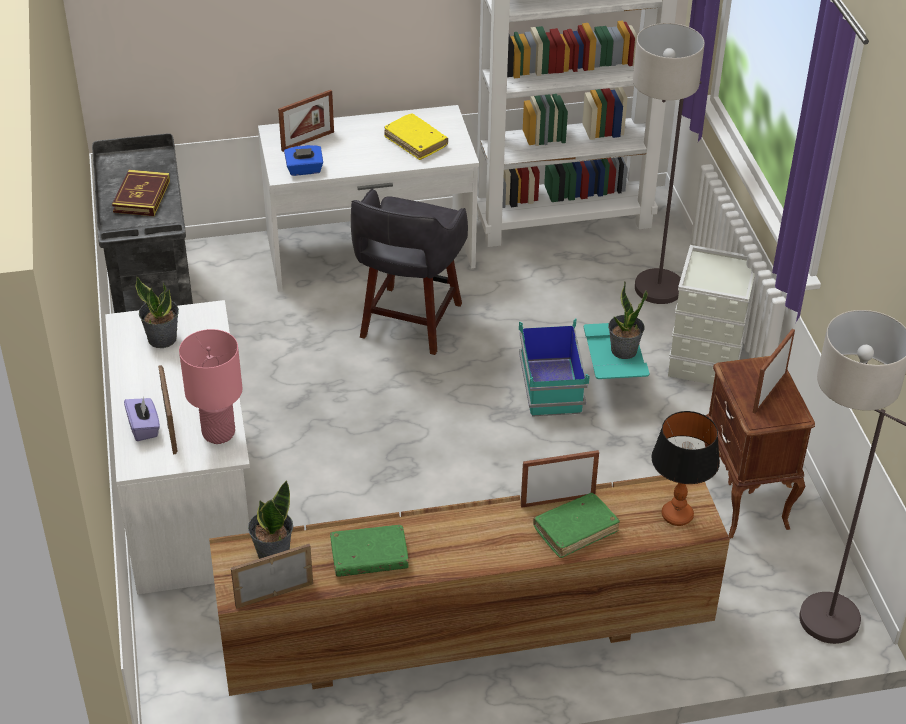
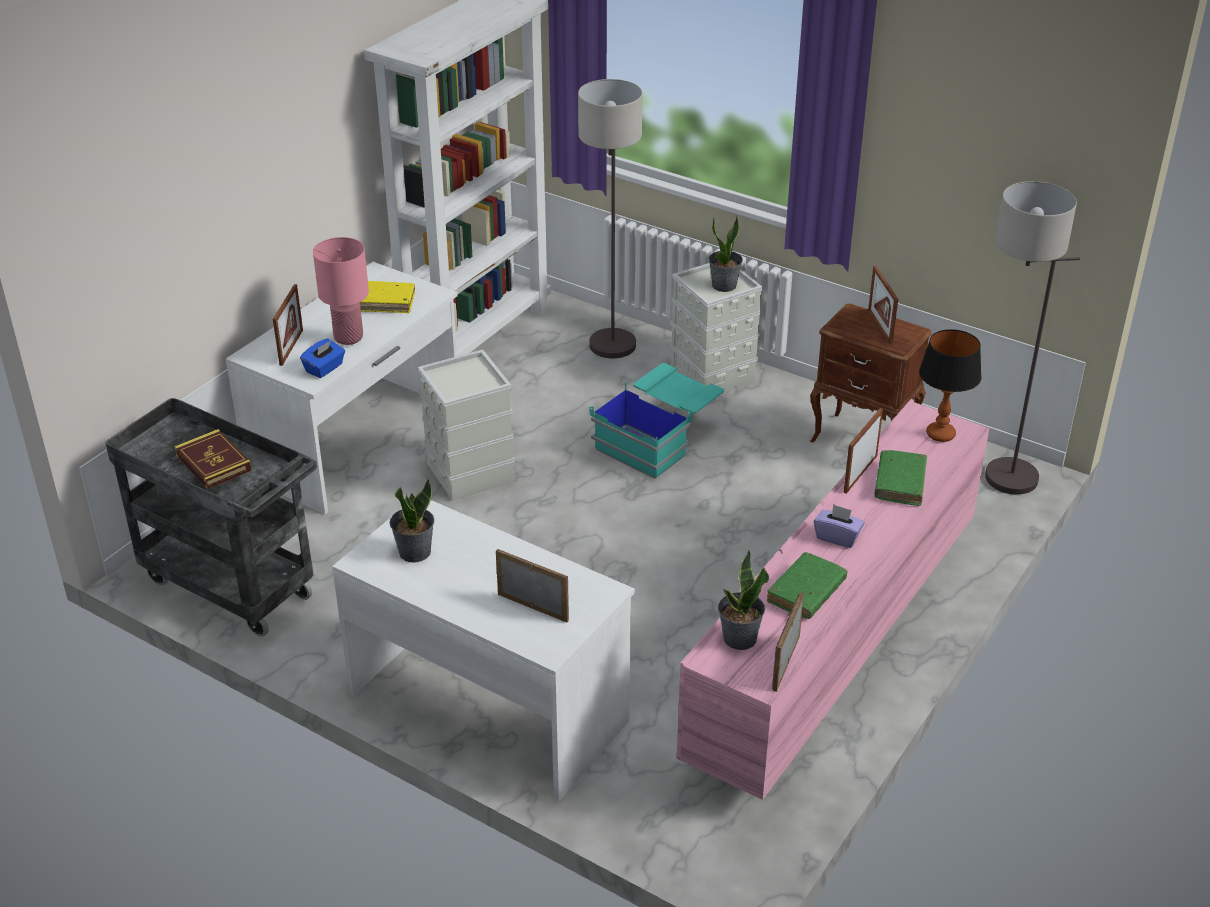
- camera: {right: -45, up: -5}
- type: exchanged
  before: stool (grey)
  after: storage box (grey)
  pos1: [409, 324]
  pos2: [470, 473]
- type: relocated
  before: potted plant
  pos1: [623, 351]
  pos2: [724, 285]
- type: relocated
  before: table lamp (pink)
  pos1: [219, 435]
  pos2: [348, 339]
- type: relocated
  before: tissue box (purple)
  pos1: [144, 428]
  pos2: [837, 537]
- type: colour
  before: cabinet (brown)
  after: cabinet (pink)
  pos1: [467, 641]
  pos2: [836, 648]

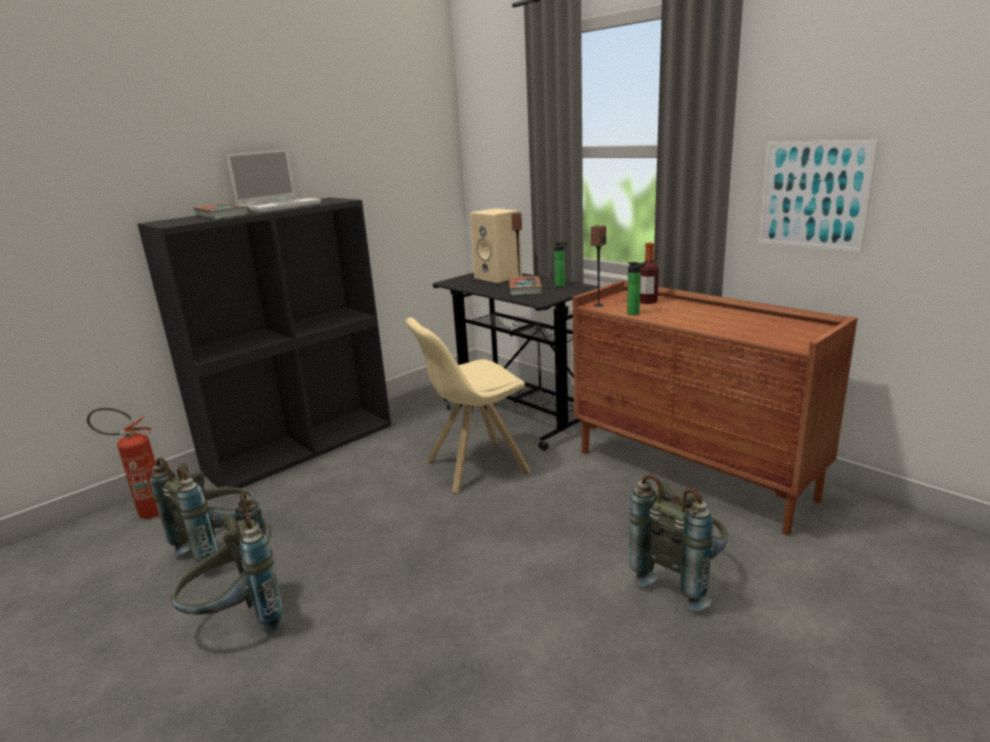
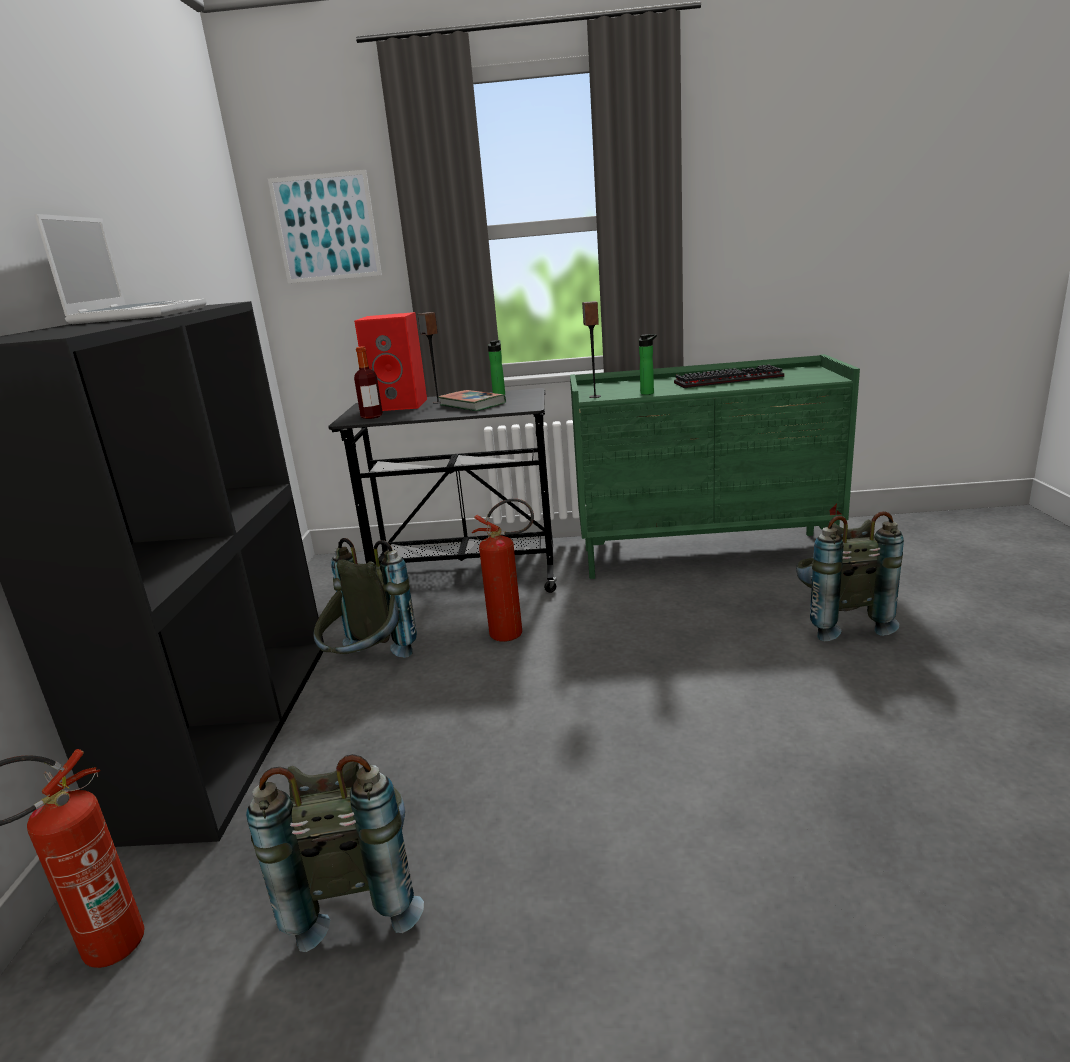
- camera: {right: -45, up: 0}
- type: relocated
  before: picture
  pos1: [813, 195]
  pos2: [326, 228]
- type: missing
  before: book
  pos1: [222, 215]
- type: colour
  before: speaker (beige)
  after: speaker (red)
  pos1: [499, 277]
  pos2: [400, 405]
- type: relocated
  before: bottle
  pos1: [647, 302]
  pos2: [372, 416]
- type: colour
  before: cabinet (brown)
  after: cabinet (green)
  pos1: [692, 475]
  pos2: [706, 555]
- type: exchanged
  before: chair (beige)
  after: fire extinguisher
  pos1: [476, 466]
  pos2: [514, 635]
- type: relocated
  before: backpack (grey)
  pos1: [239, 620]
  pos2: [368, 667]
- type: appeared
  after: keyboard
  pos2: [729, 380]

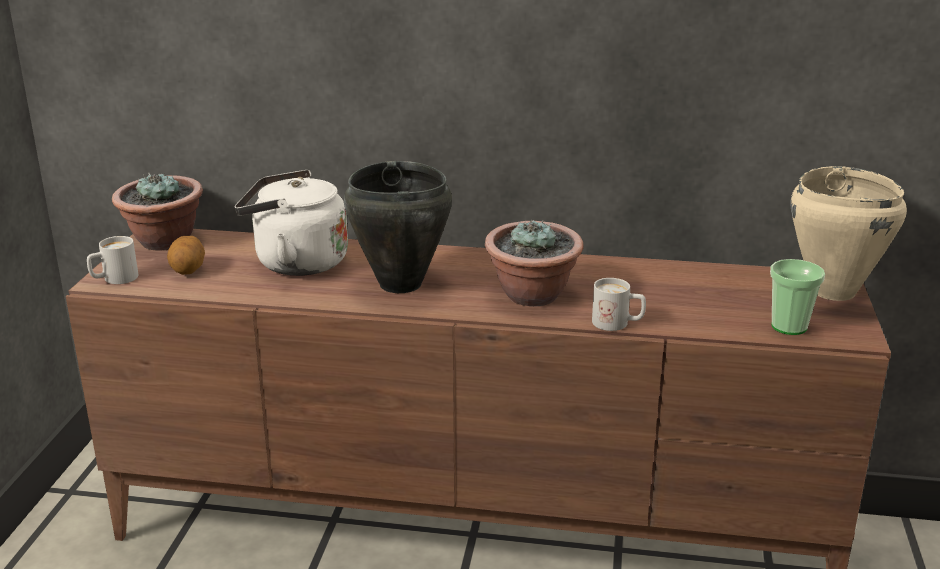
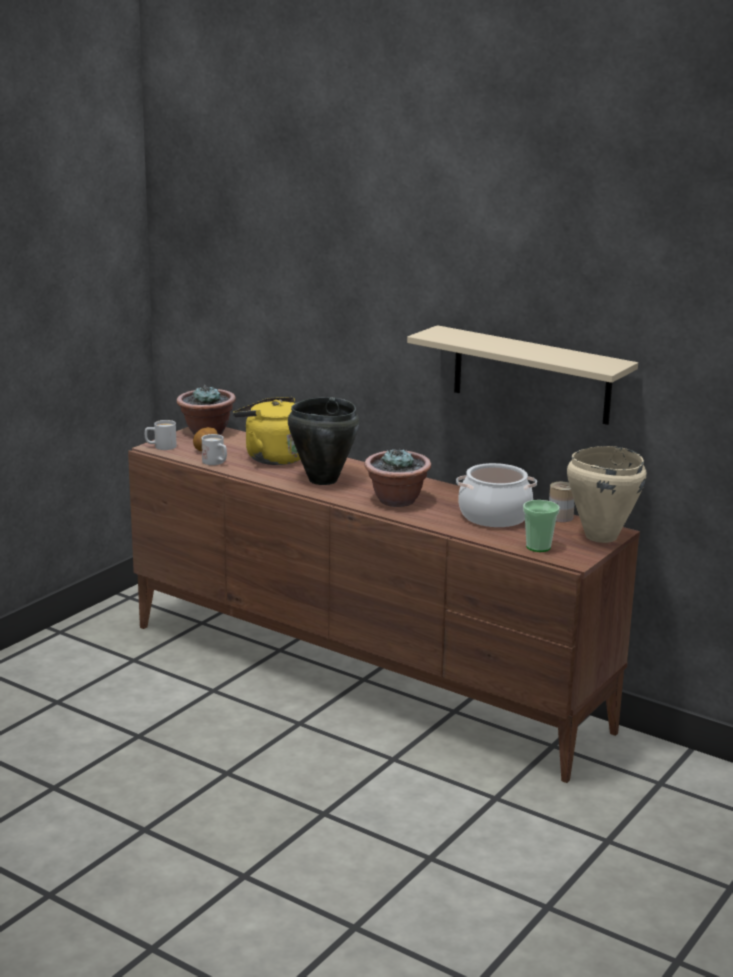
- camera: {right: 25, up: -5}
- type: colour
  before: kettle (white)
  after: kettle (yellow)
  pos1: [295, 263]
  pos2: [272, 457]
- type: relocated
  before: mug (white)
  pos1: [618, 324]
  pos2: [216, 463]
- type: appeared
  after: shelf (beige)
  pos2: [531, 375]
- type: appeared
  after: cooking pot
  pos2: [495, 516]
- type: appeared
  after: can
  pos2: [560, 517]

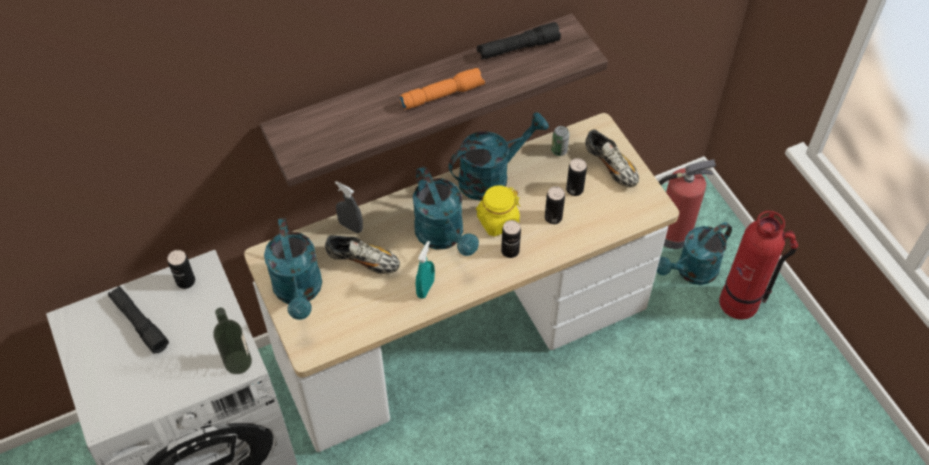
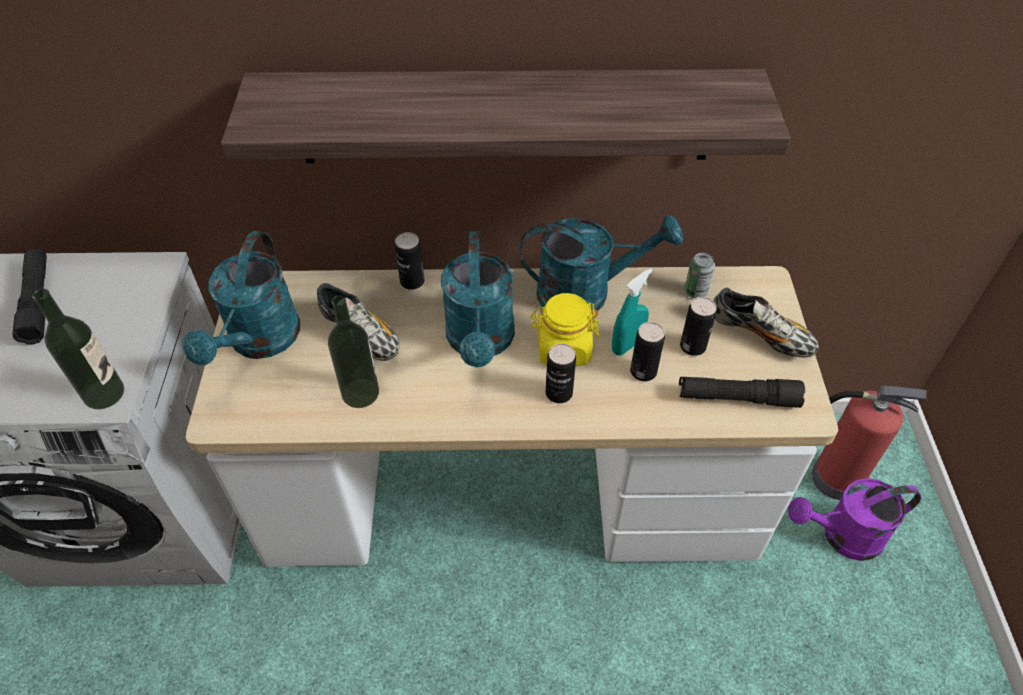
- camera: {right: 25, up: -5}
- type: relocated
  before: flashlight (black)
  pos1: [518, 48]
  pos2: [737, 398]
- type: missing
  before: flashlight (orange)
  pos1: [442, 94]
- type: spun
  before: shoe
  pos1: [611, 166]
  pos2: [760, 335]
  turn: -45
- type: missing
  before: spray bottle (grey)
  pos1: [351, 226]
- type: missing
  before: fire extinguisher
  pos1: [740, 303]
- type: colour
  before: watering can (turquoise)
  after: watering can (purple)
  pos1: [691, 272]
  pos2: [842, 536]
- type: relocated
  before: spray bottle (turquoise)
  pos1: [425, 288]
  pos2: [627, 345]
- type: relocated
  before: can
  pos1: [186, 281]
  pos2: [412, 281]
- type: appeared
  after: bottle
  pos2: [360, 393]

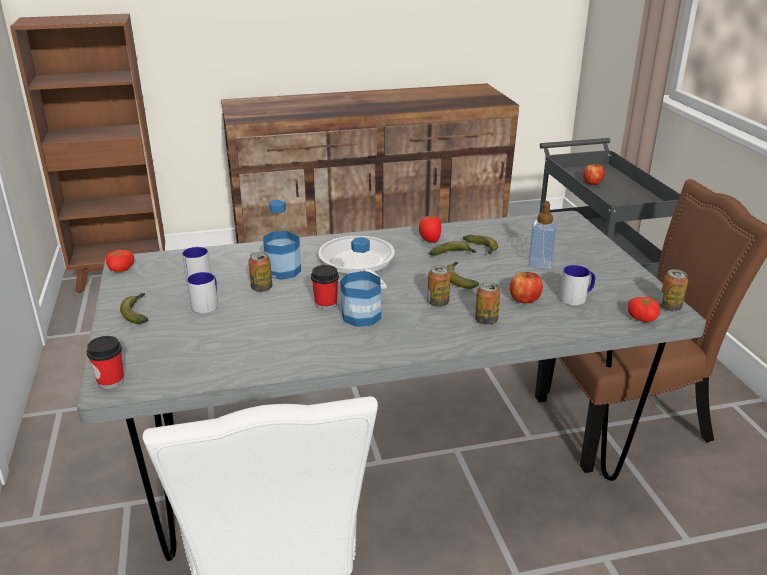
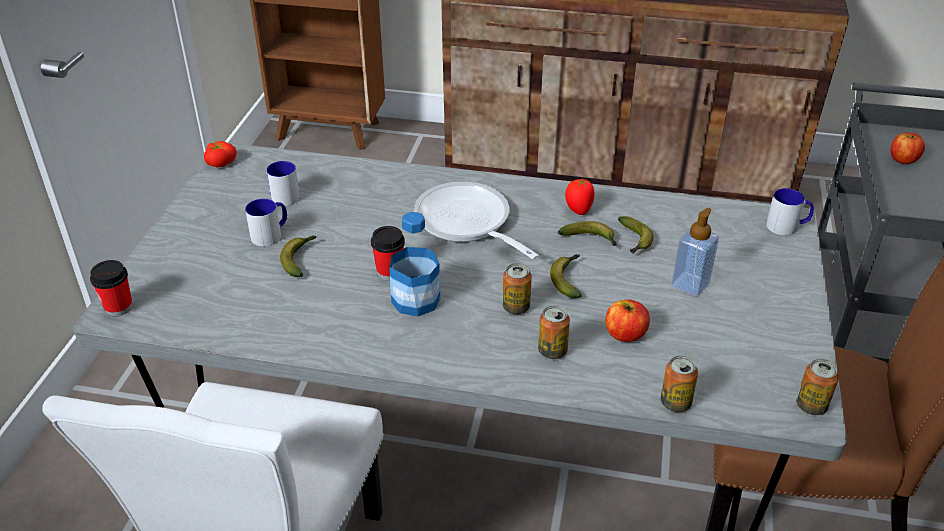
- camera: {right: 25, up: 10}
- type: missing
  before: bottle
  pos1: [283, 271]
- type: spun
  before: frying pan
  pos1: [358, 264]
  pos2: [467, 223]
  turn: -45
- type: relocated
  before: can
  pos1: [261, 288]
  pos2: [675, 403]
- type: relocated
  before: mug
  pos1: [577, 298]
  pos2: [787, 226]
- type: relocated
  before: banana
  pos1: [137, 312]
  pos2: [299, 259]
- type: missing
  before: tomato
  pos1: [643, 317]

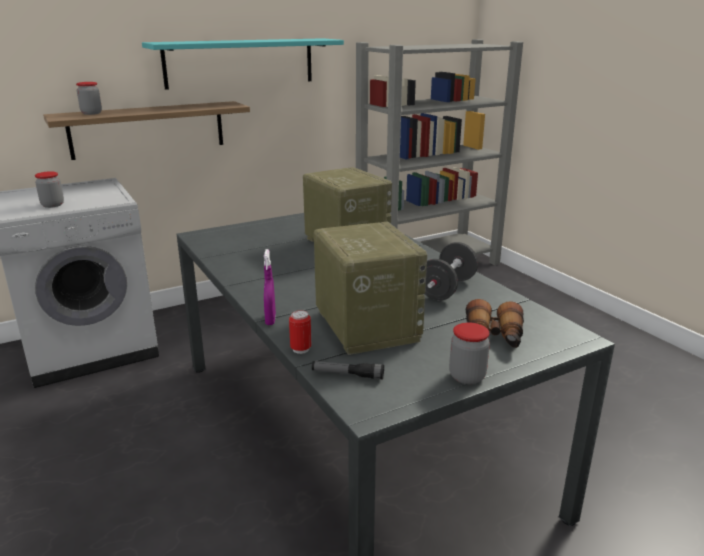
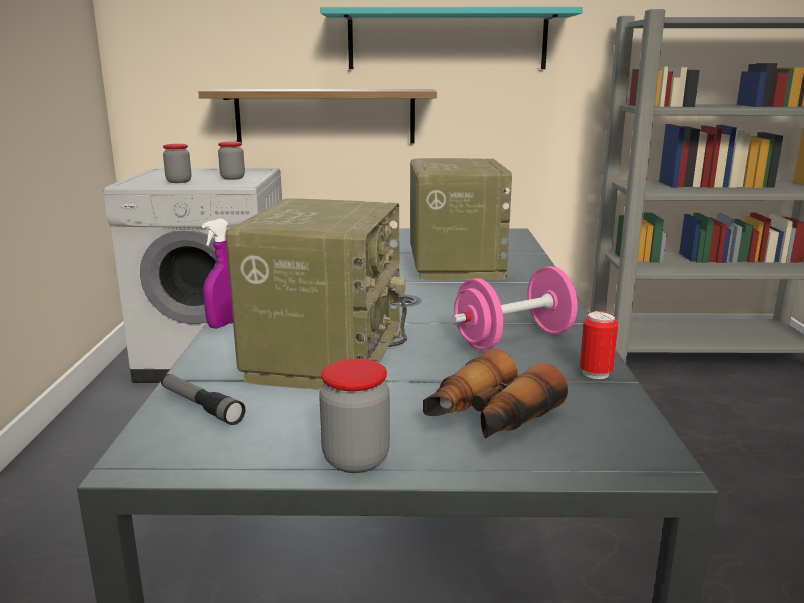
- camera: {right: 30, up: -5}
- type: relocated
  before: jar
  pos1: [91, 113]
  pos2: [232, 178]
- type: colour
  before: dumbbell (black)
  after: dumbbell (pink)
  pos1: [446, 289]
  pos2: [514, 339]
- type: relocated
  before: can
  pos1: [301, 349]
  pos2: [595, 373]

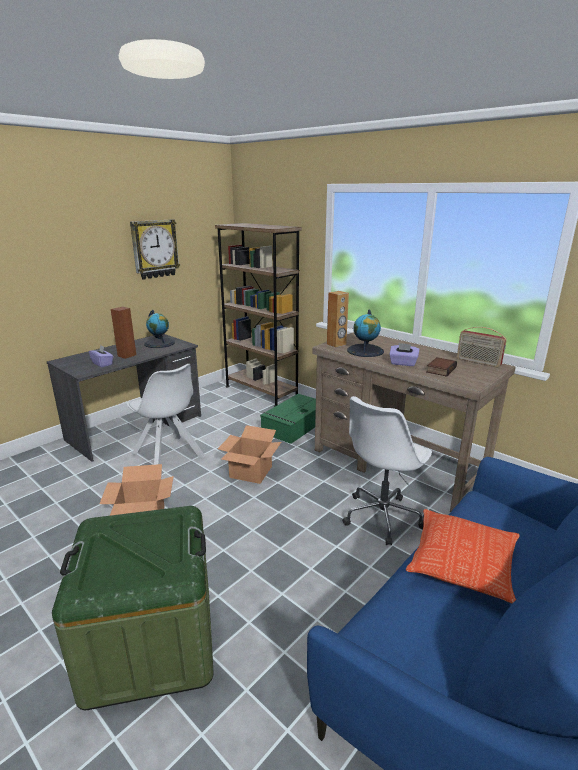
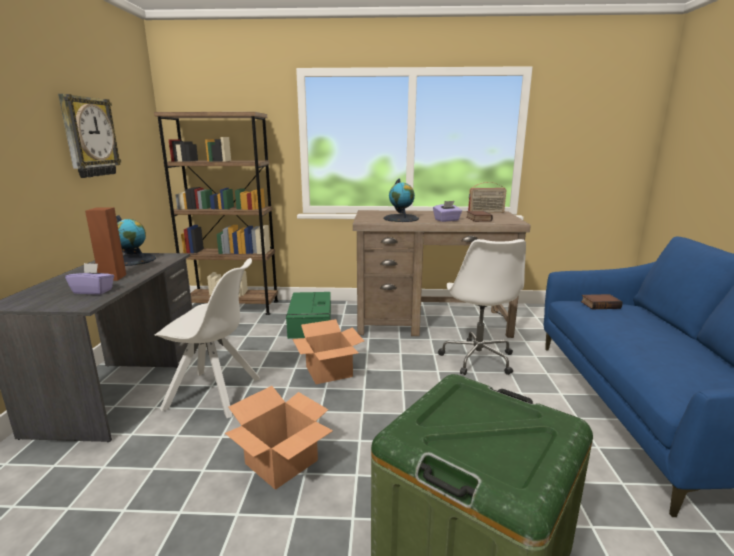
- camera: {right: -40, up: -5}
- type: missing
  before: speaker (brown)
  pos1: [336, 344]
- type: missing
  before: pillow (orange)
  pos1: [461, 565]
- type: appeared
  after: book
  pos2: [600, 304]

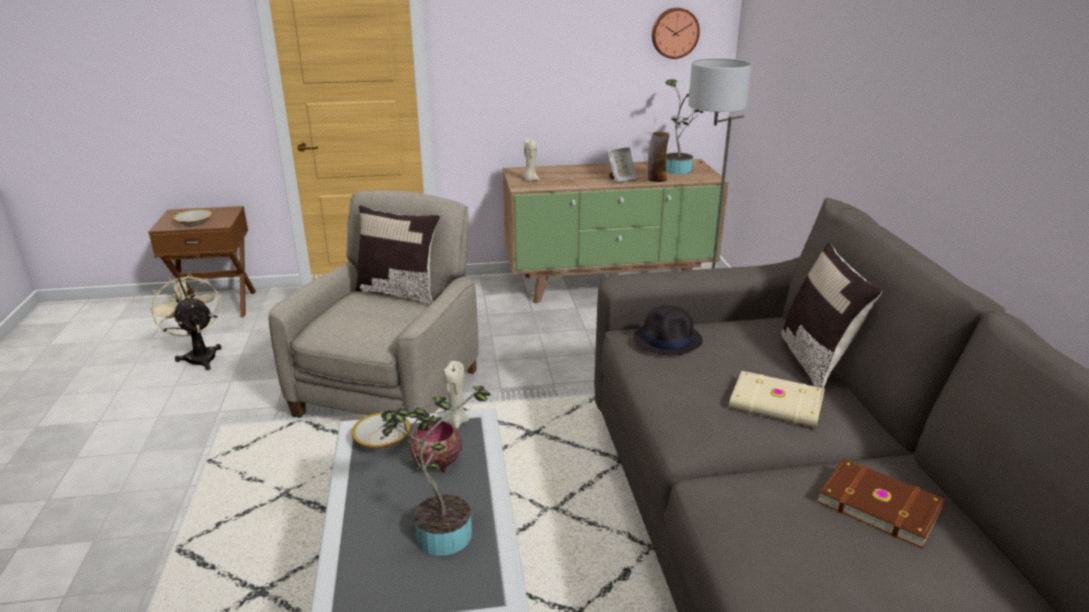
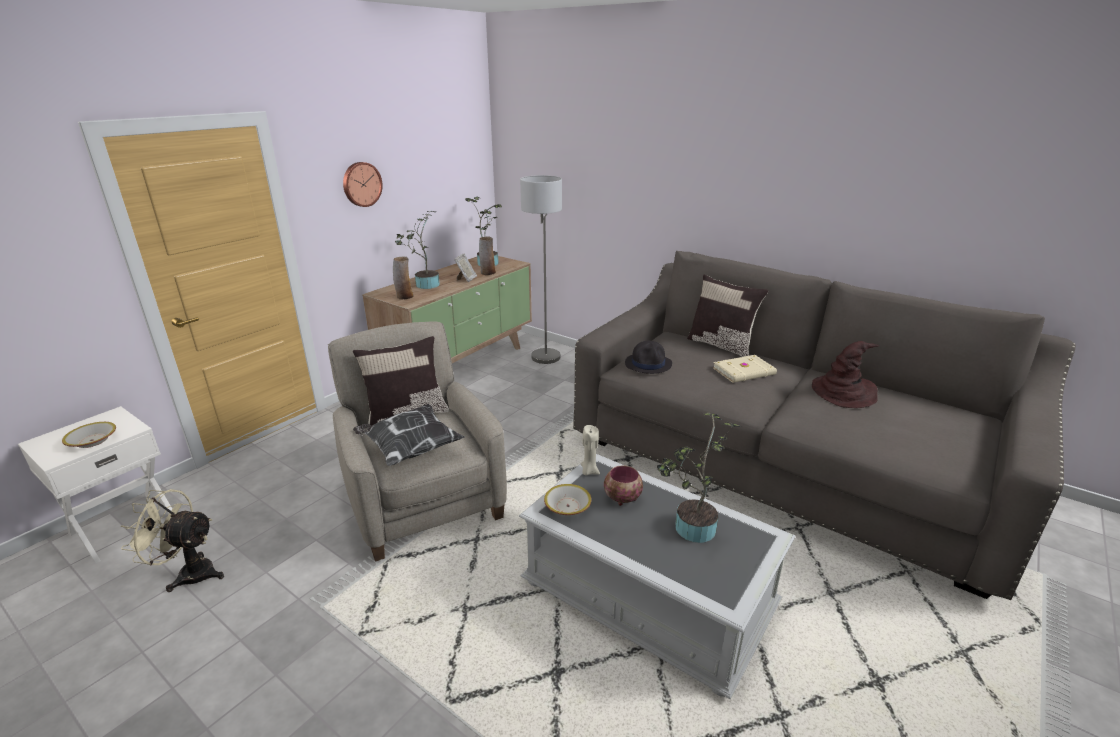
- camera: {right: -45, up: 0}
- type: relocated
  before: wall clock
  pos1: [674, 33]
  pos2: [361, 184]
- type: exchanged
  before: candle (beige)
  after: vase
  pos1: [530, 180]
  pos2: [404, 297]
- type: colour
  before: nightstand (brown)
  after: nightstand (white)
  pos1: [217, 305]
  pos2: [124, 525]
- type: exchanged
  before: book (brown)
  after: hat (brown)
  pos1: [879, 503]
  pos2: [844, 392]
- type: appeared
  after: potted plant
  pos2: [425, 285]
- type: appeared
  after: pillow
  pos2: [410, 449]

